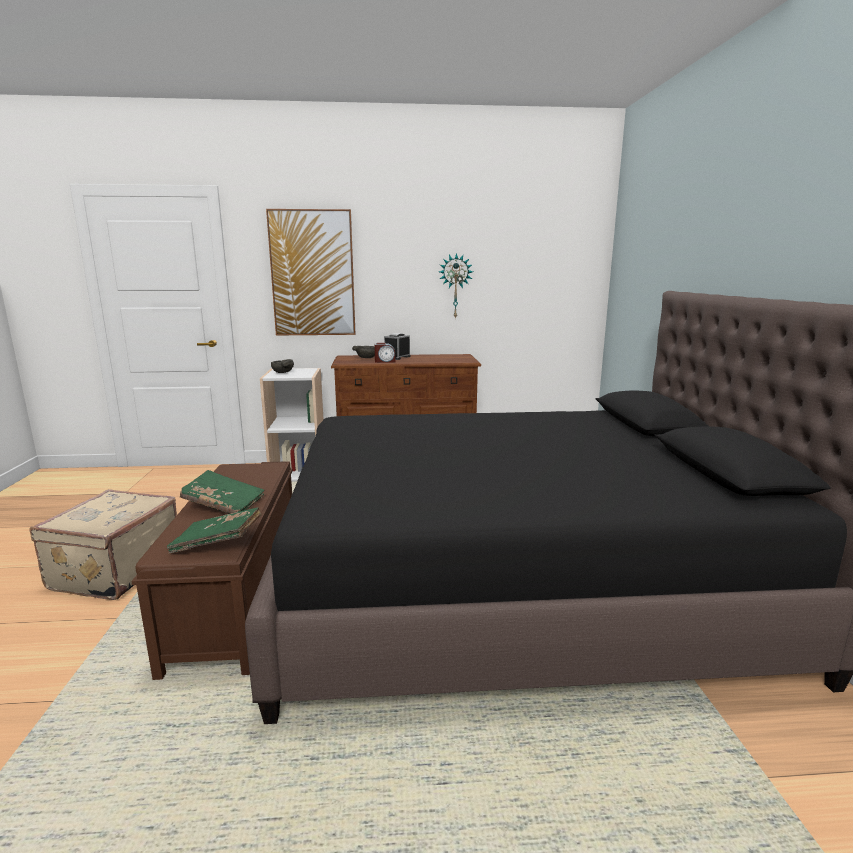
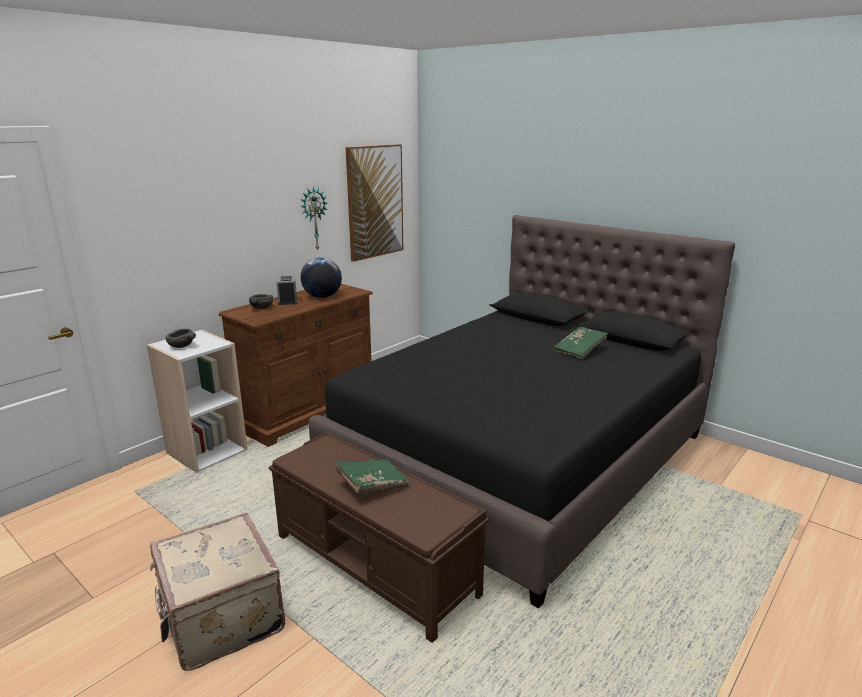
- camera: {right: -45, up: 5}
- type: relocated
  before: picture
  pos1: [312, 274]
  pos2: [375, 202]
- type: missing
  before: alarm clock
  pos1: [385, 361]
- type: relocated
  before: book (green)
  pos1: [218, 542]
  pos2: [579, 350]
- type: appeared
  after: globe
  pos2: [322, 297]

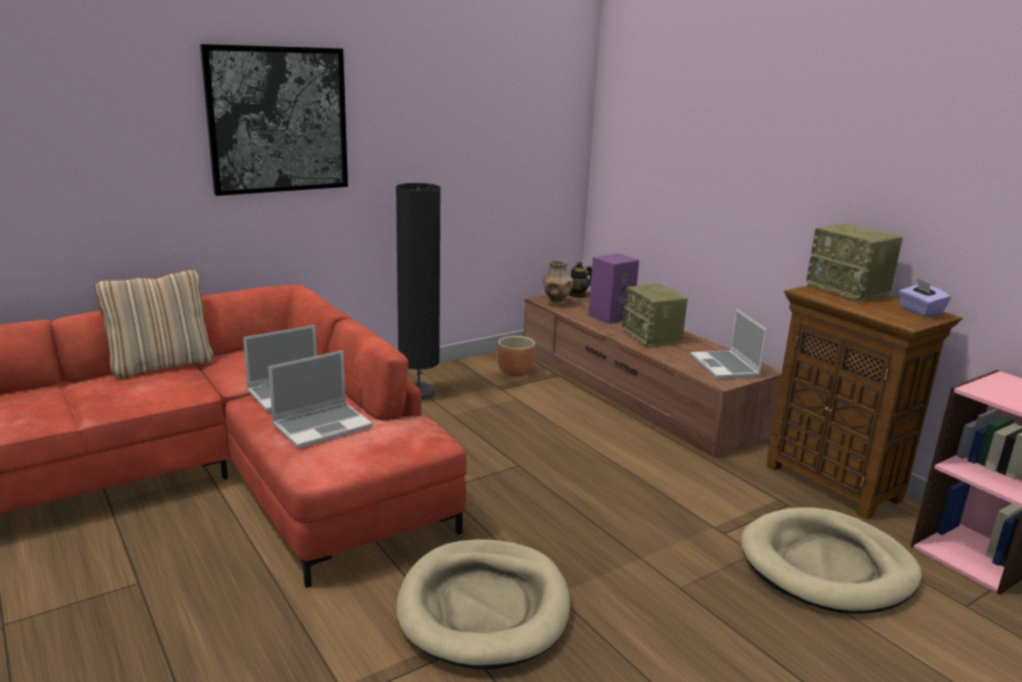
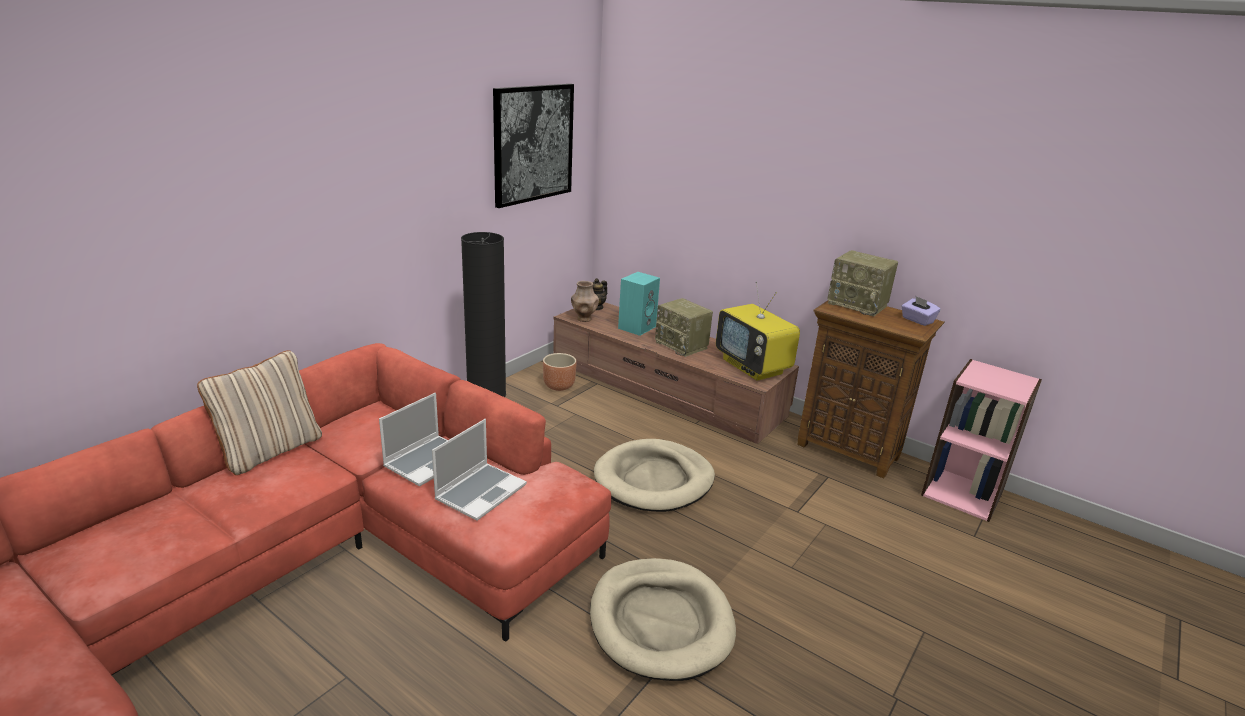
- camera: {right: -20, up: 5}
- type: relocated
  before: picture
  pos1: [278, 120]
  pos2: [533, 144]
- type: colour
  before: speaker (purple)
  after: speaker (turquoise)
  pos1: [611, 316]
  pos2: [637, 327]
- type: exchanged
  before: laptop
  after: television
  pos1: [725, 366]
  pos2: [753, 367]
- type: relocated
  before: dog bed (beige)
  pos1: [827, 566]
  pos2: [654, 480]

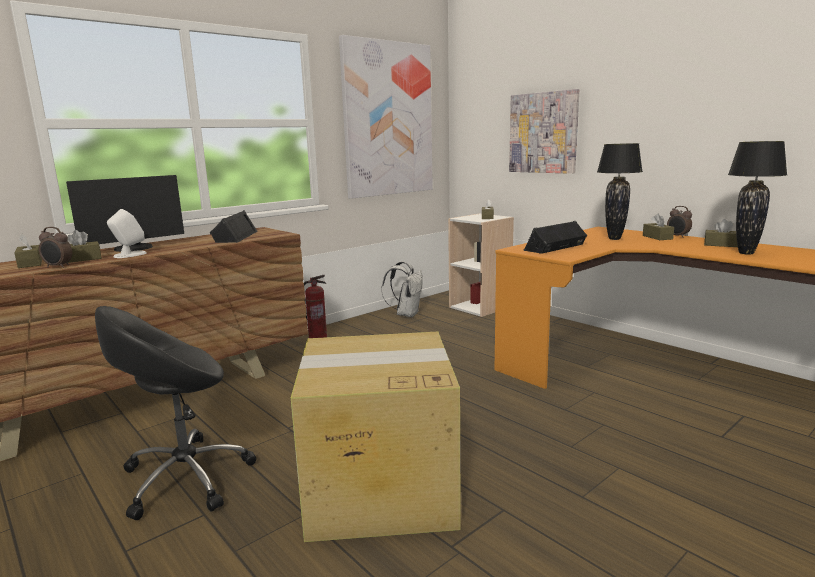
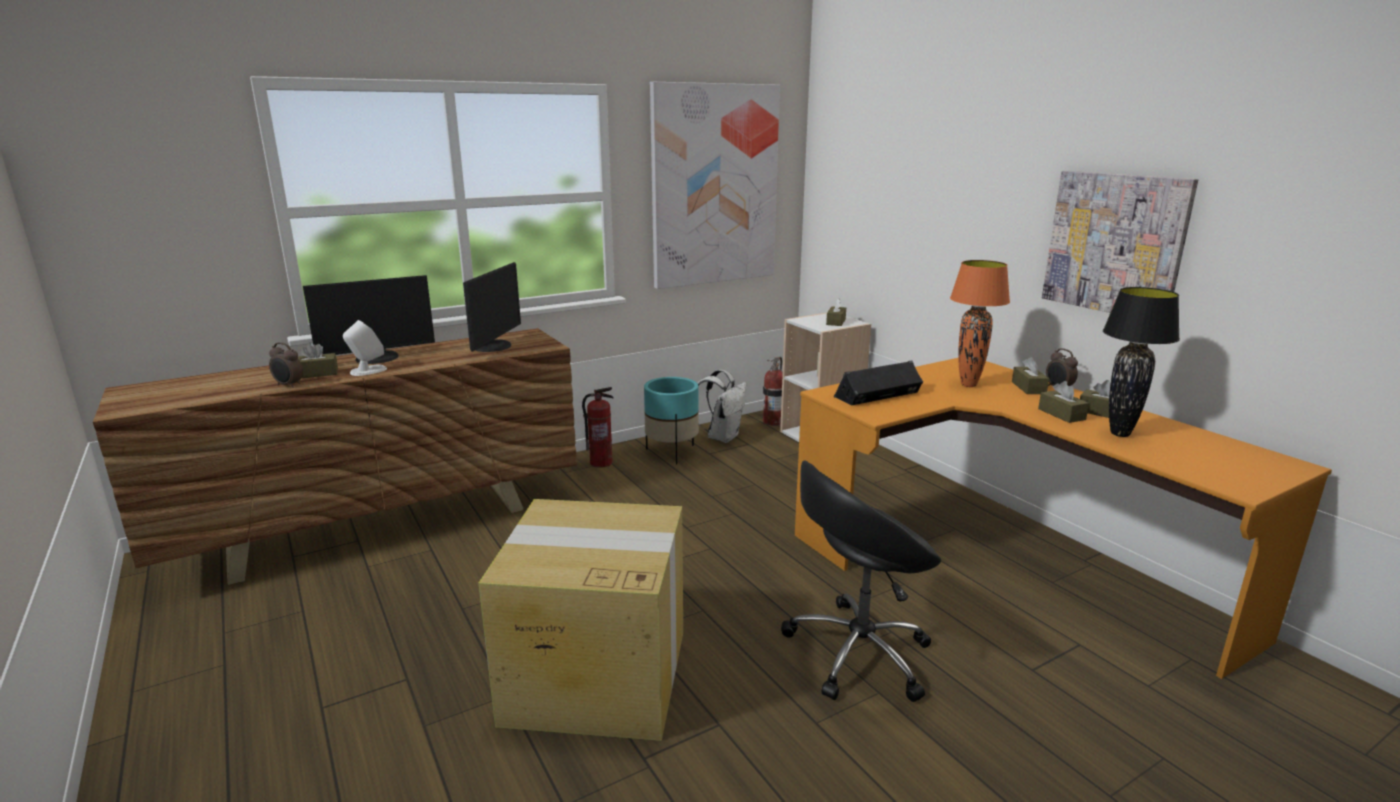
- camera: {right: 10, up: 5}
- type: relocated
  before: picture
  pos1: [543, 133]
  pos2: [1115, 244]
- type: colour
  before: table lamp (black)
  after: table lamp (orange)
  pos1: [615, 239]
  pos2: [969, 385]
- type: exchanged
  before: speaker (black)
  after: monitor
  pos1: [234, 237]
  pos2: [494, 346]
- type: relocated
  before: tissue box (brown)
  pos1: [30, 263]
  pos2: [1061, 414]
- type: relocated
  before: office chair (black)
  pos1: [183, 478]
  pos2: [854, 654]
- type: appeared
  after: fire extinguisher
  pos2: [773, 422]
- type: appeared
  after: planter (turquoise)
  pos2: [672, 453]

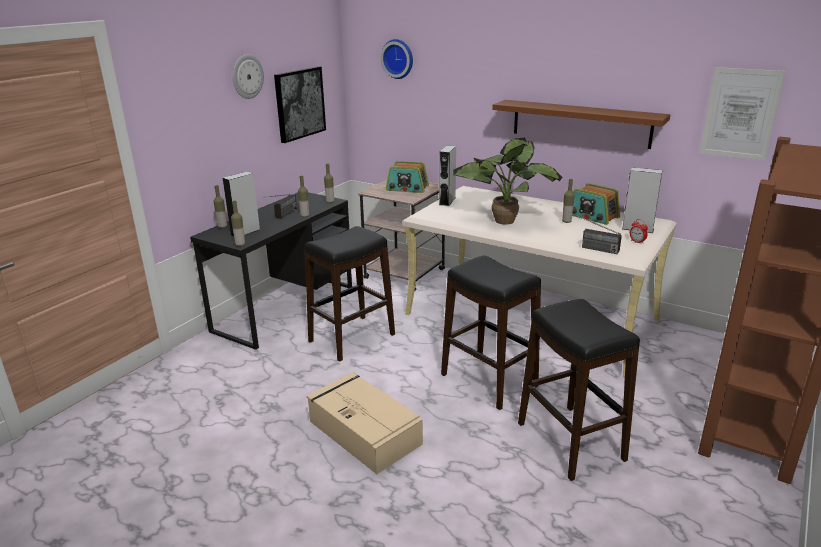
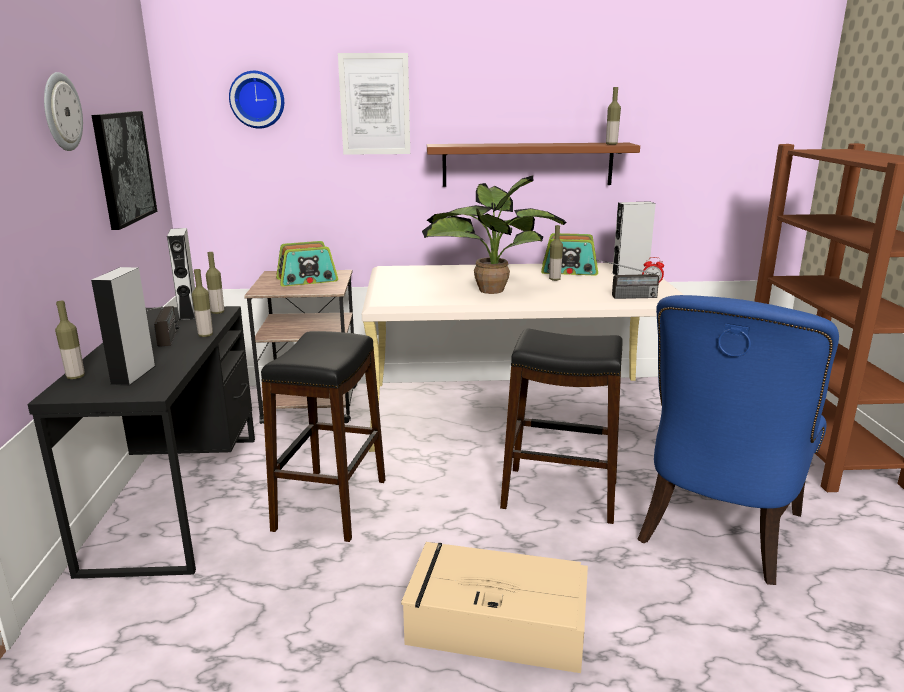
- camera: {right: -35, up: -5}
- type: relocated
  before: picture
  pos1: [740, 113]
  pos2: [375, 104]
- type: relocated
  before: speaker (grey)
  pos1: [447, 201]
  pos2: [188, 313]
- type: relocated
  before: bottle
  pos1: [240, 245]
  pos2: [611, 144]
- type: exchanged
  before: stool (black)
  after: chair (blue)
  pos1: [569, 441]
  pos2: [718, 528]

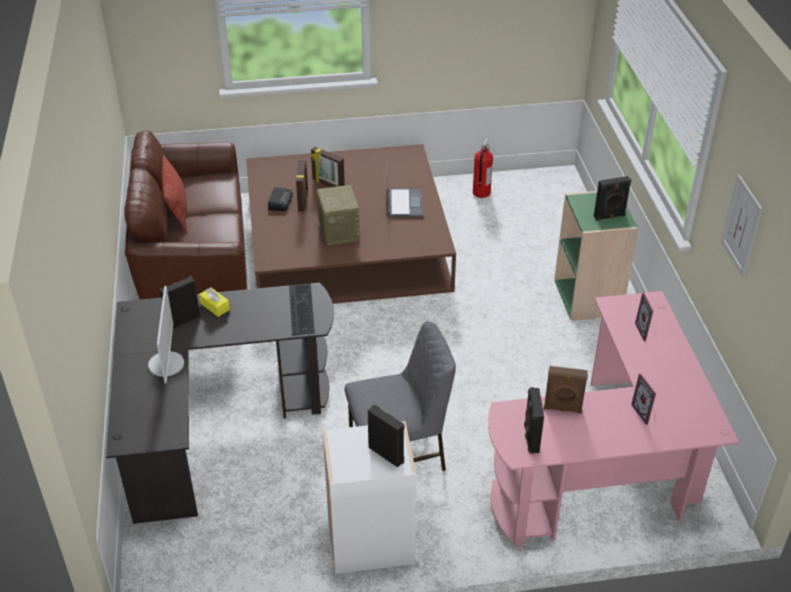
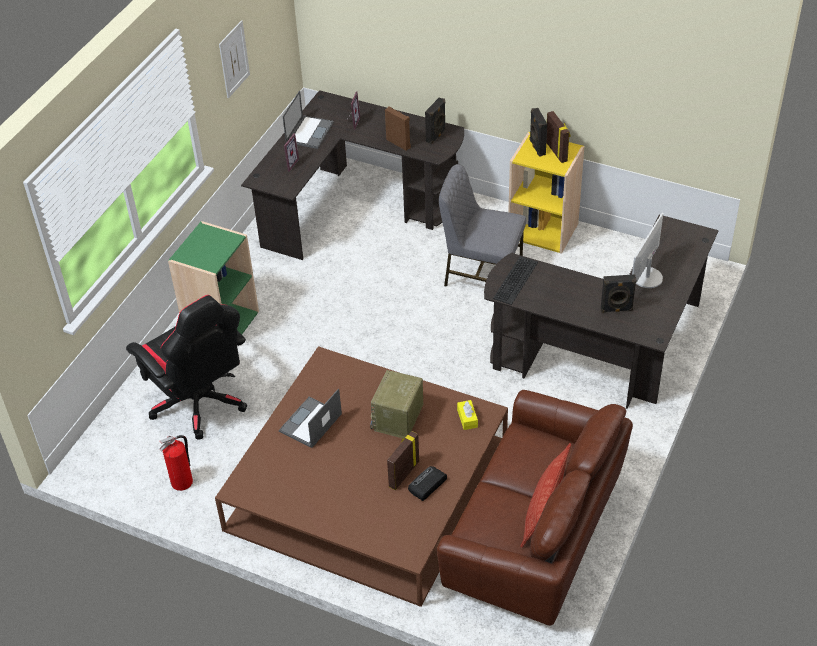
- camera: {right: -145, up: 5}
- type: relocated
  before: picture frame
  pos1: [328, 184]
  pos2: [557, 151]
- type: missing
  before: speaker (black)
  pos1: [609, 216]
- type: relocated
  before: tissue box (yellow)
  pos1: [215, 306]
  pos2: [467, 418]
- type: colour
  before: desk (pink)
  after: desk (black)
  pos1: [609, 470]
  pos2: [354, 206]
- type: colour
  before: bookcase (white)
  after: bookcase (yellow)
  pos1: [369, 542]
  pos2: [544, 230]
- type: appeared
  after: laptop
  pos2: [309, 132]
- type: appeared
  after: office chair (black)
  pos2: [198, 402]

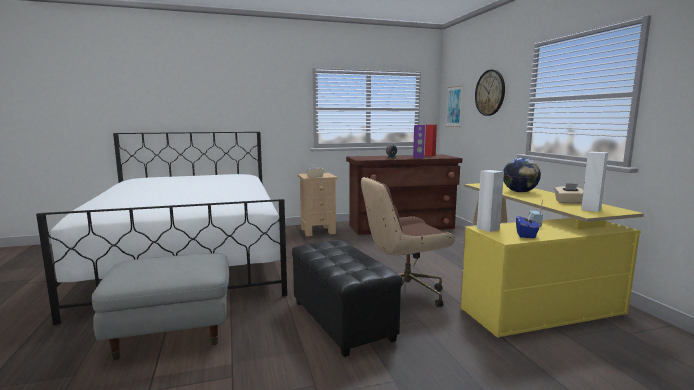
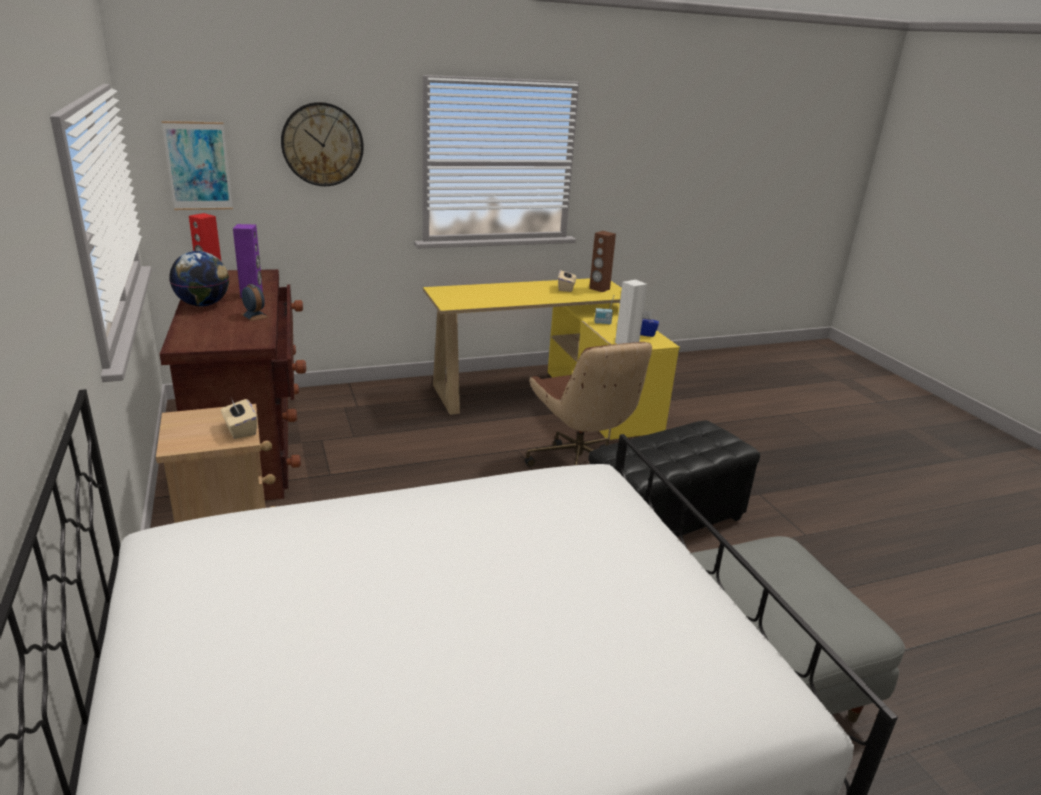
- camera: {right: -95, up: 15}
- type: colour
  before: speaker (white)
  after: speaker (brown)
  pos1: [590, 209]
  pos2: [599, 289]
- type: relocated
  before: globe
  pos1: [519, 192]
  pos2: [203, 305]

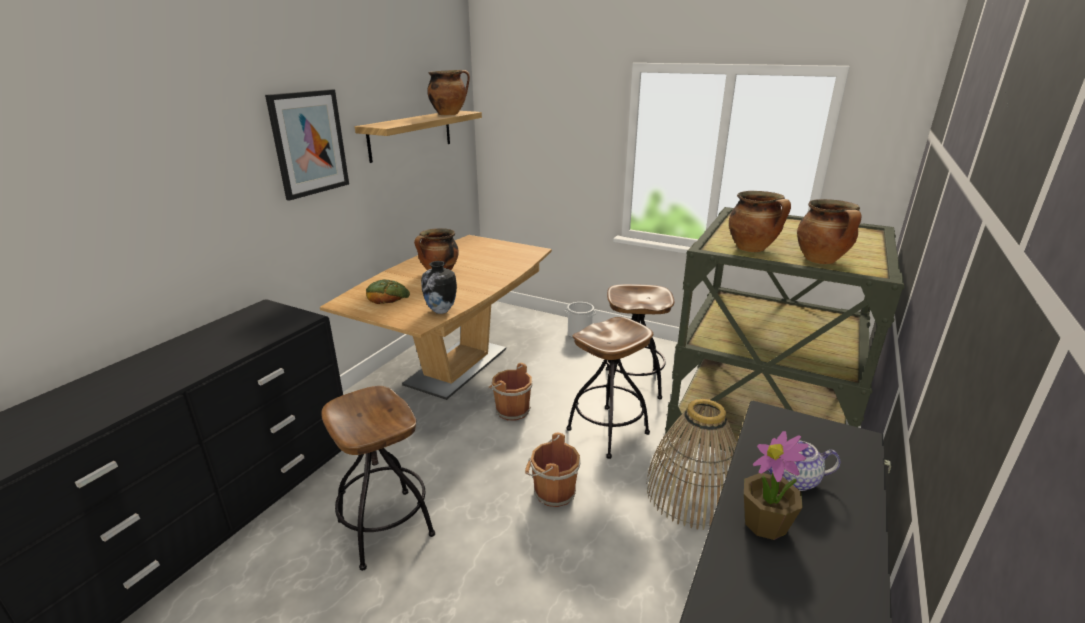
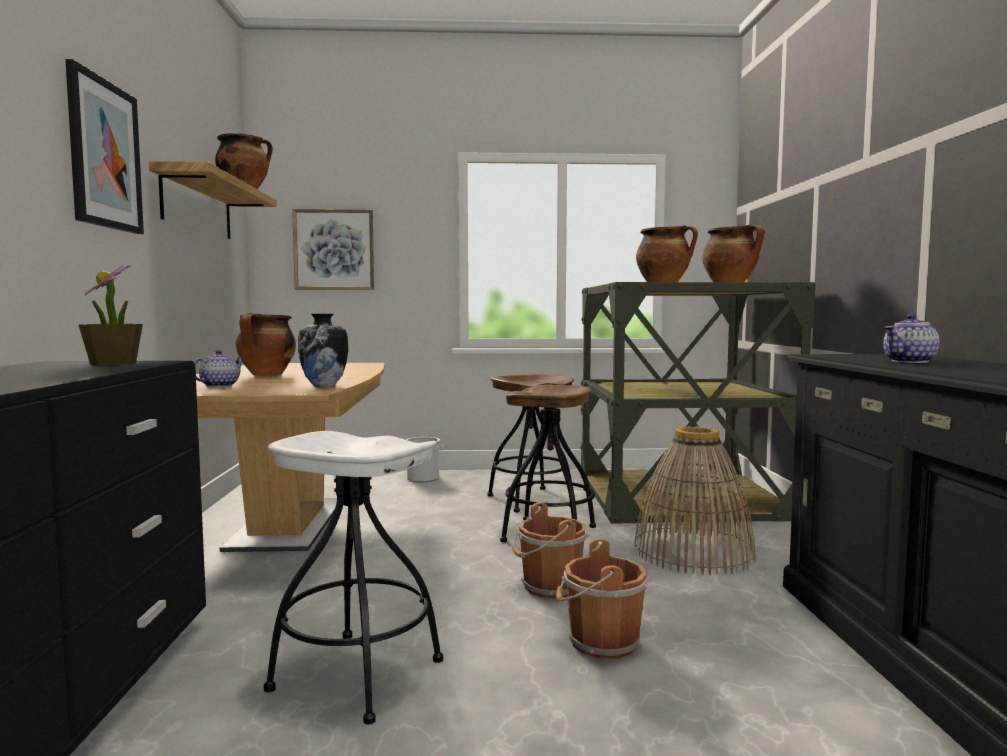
- camera: {right: -30, up: -20}
- type: exchanged
  before: bread
  after: teapot
  pos1: [387, 295]
  pos2: [219, 386]
- type: relocated
  before: bucket (brown)
  pos1: [511, 410]
  pos2: [600, 642]
- type: colour
  before: stool (brown)
  after: stool (white)
  pos1: [385, 526]
  pos2: [356, 674]
- type: relocated
  before: potted plant
  pos1: [765, 523]
  pos2: [113, 364]
- type: appeared
  after: picture
  pos2: [334, 250]

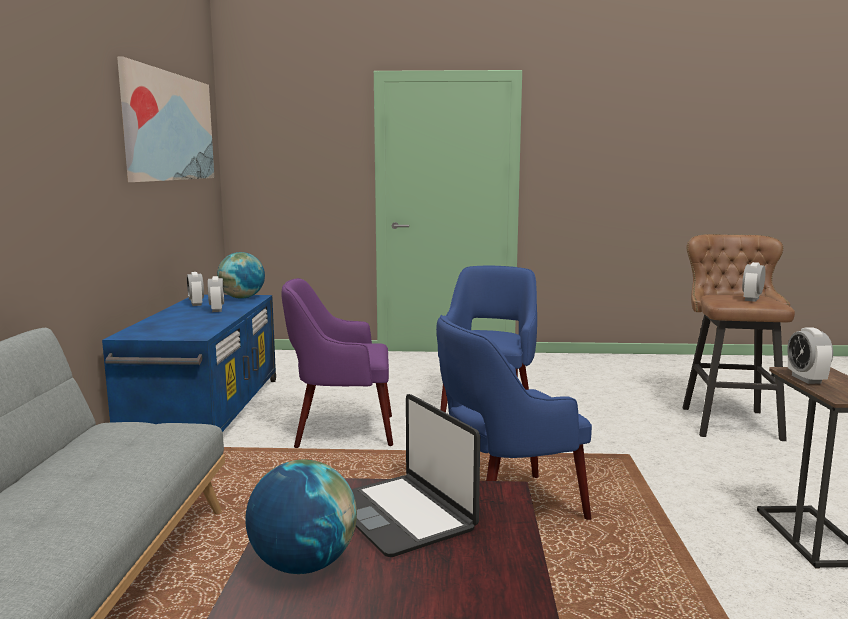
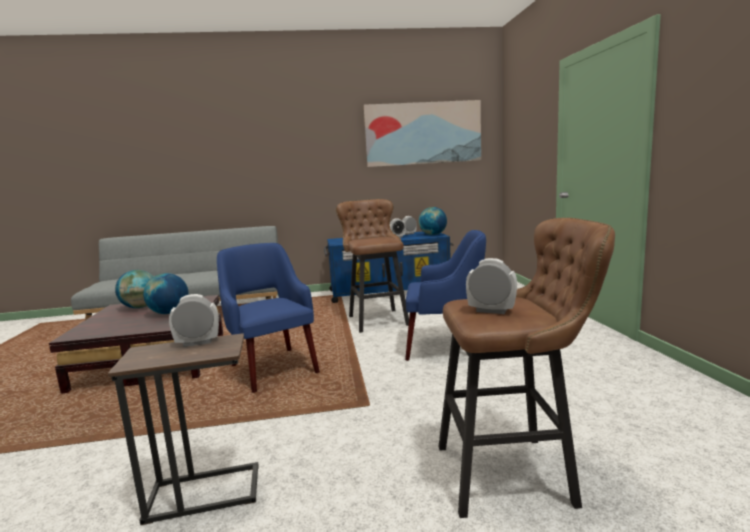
- camera: {right: 80, up: 0}
- type: exchanged
  before: armchair (purple)
  after: stool (brown)
  pos1: [341, 431]
  pos2: [376, 318]
- type: exchanged
  before: laptop
  after: globe
  pos1: [402, 515]
  pos2: [169, 313]

